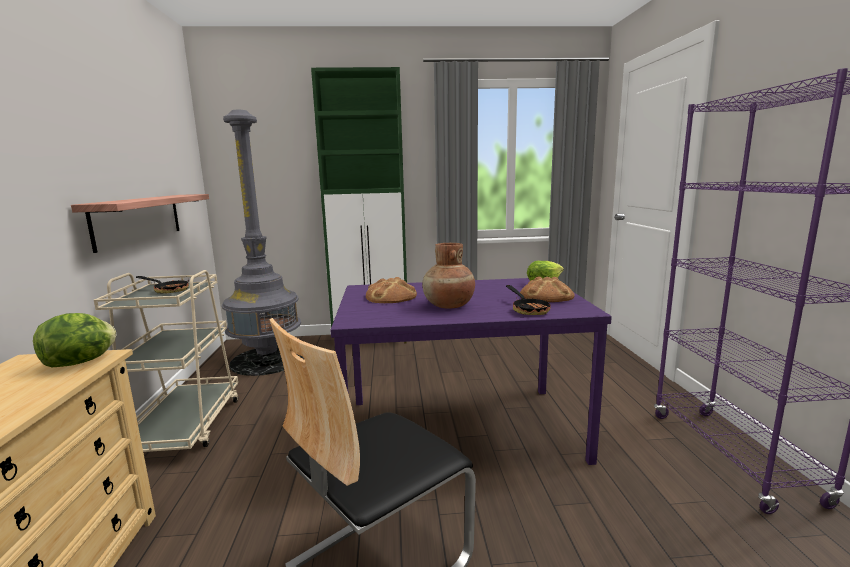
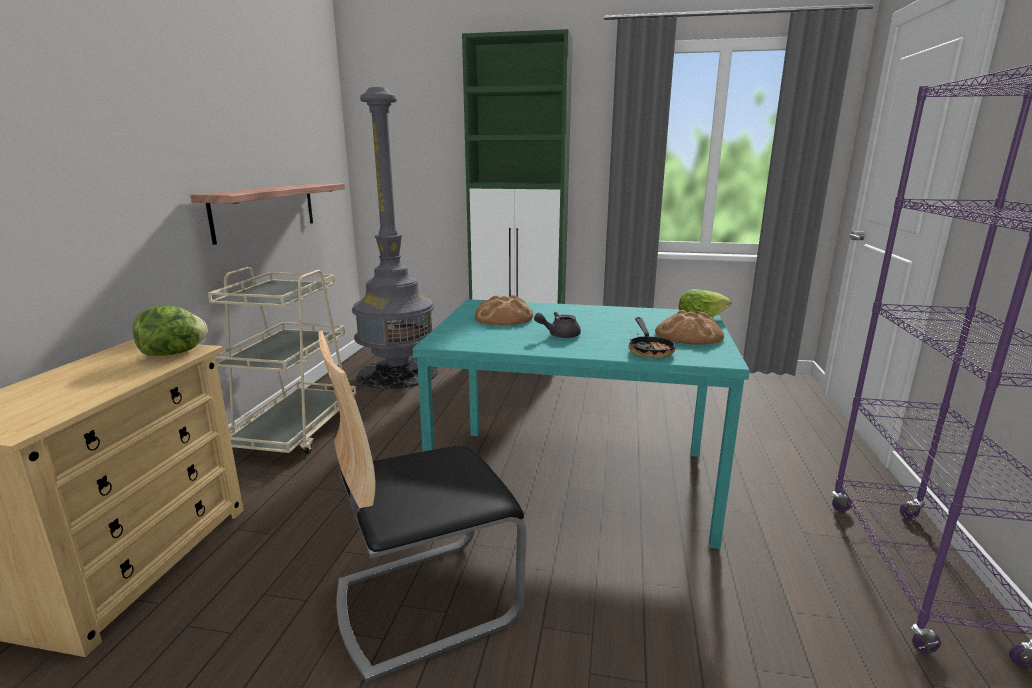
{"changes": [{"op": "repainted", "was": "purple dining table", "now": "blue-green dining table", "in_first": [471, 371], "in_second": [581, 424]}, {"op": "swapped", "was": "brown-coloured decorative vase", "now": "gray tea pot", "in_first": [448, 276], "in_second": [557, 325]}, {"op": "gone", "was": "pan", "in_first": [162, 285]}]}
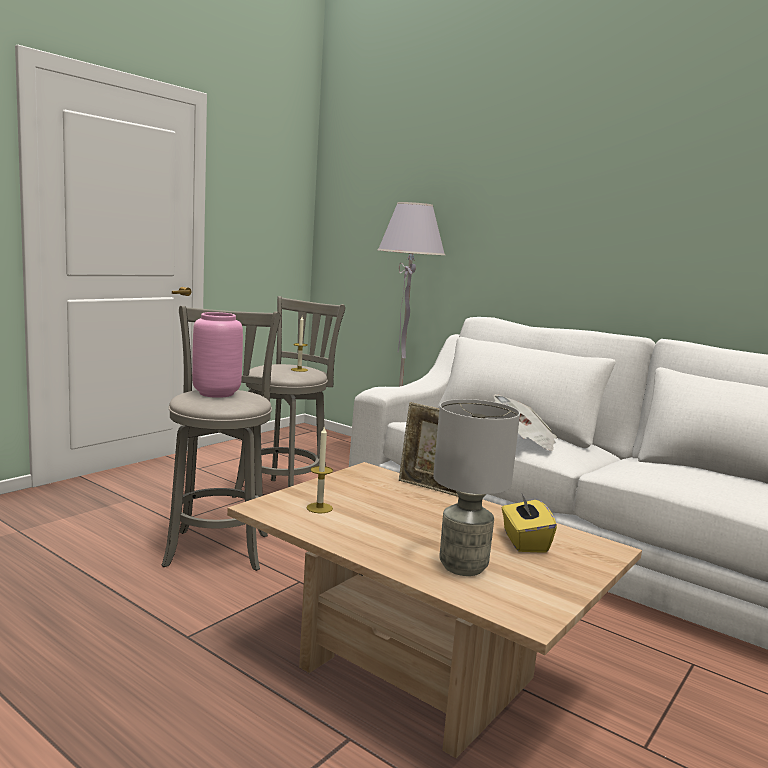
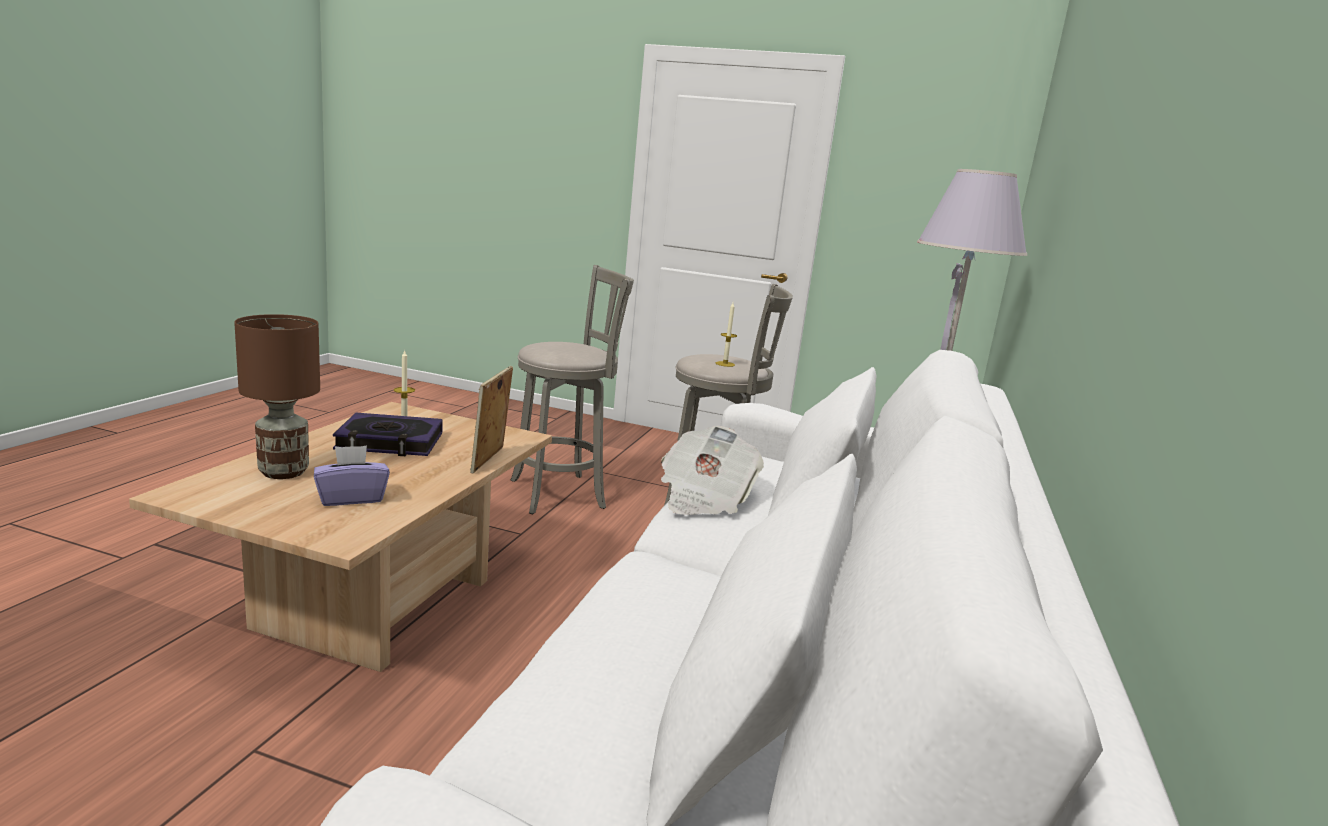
{"changes": [{"op": "repainted", "was": "gray table lamp", "now": "brown-coloured table lamp", "in_first": [476, 487], "in_second": [277, 396]}, {"op": "repainted", "was": "yellow tissue box", "now": "purple tissue box", "in_first": [529, 523], "in_second": [352, 476]}, {"op": "new", "now": "bound book", "in_second": [388, 434]}, {"op": "gone", "was": "pink-coloured decorative vase", "in_first": [217, 355]}]}
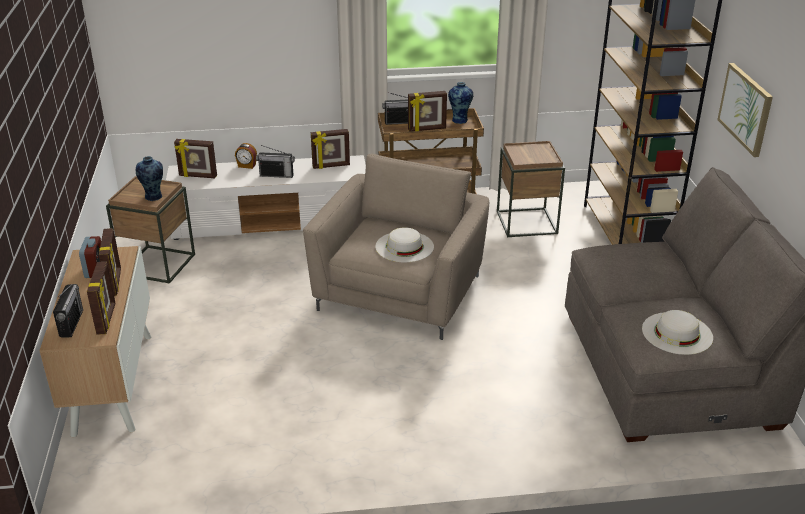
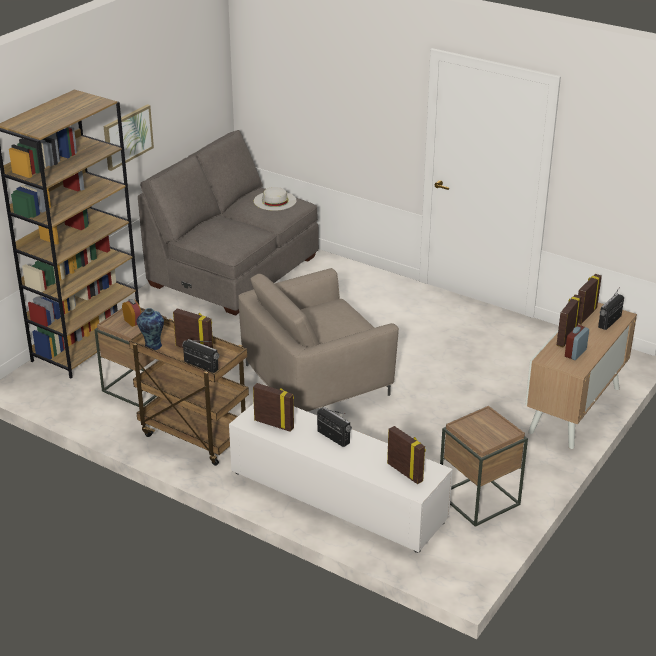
{"changes": [{"op": "shifted", "was": "table clock", "in_first": [246, 156], "in_second": [131, 313]}, {"op": "gone", "was": "decorative vase", "in_first": [149, 178]}, {"op": "gone", "was": "white-coloured wearable hat", "in_first": [404, 244]}]}
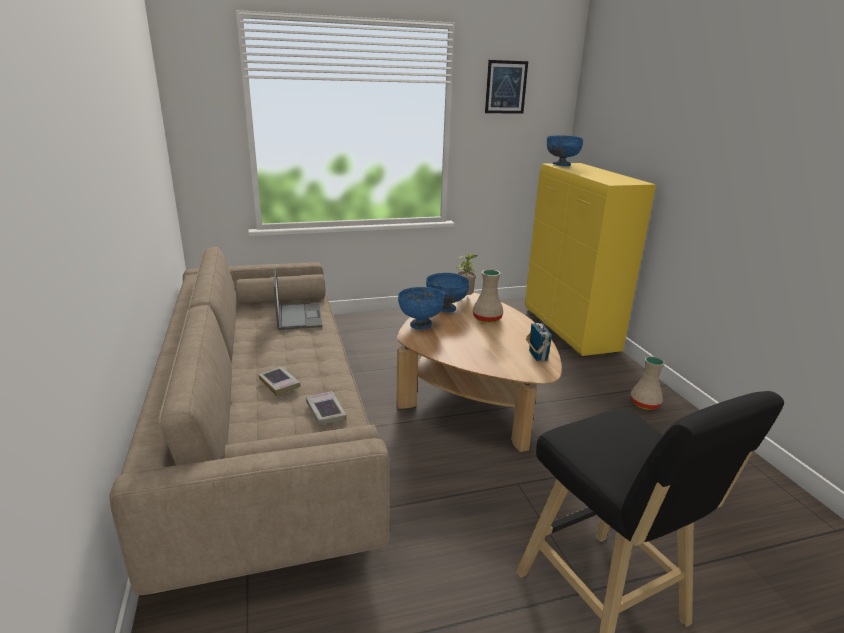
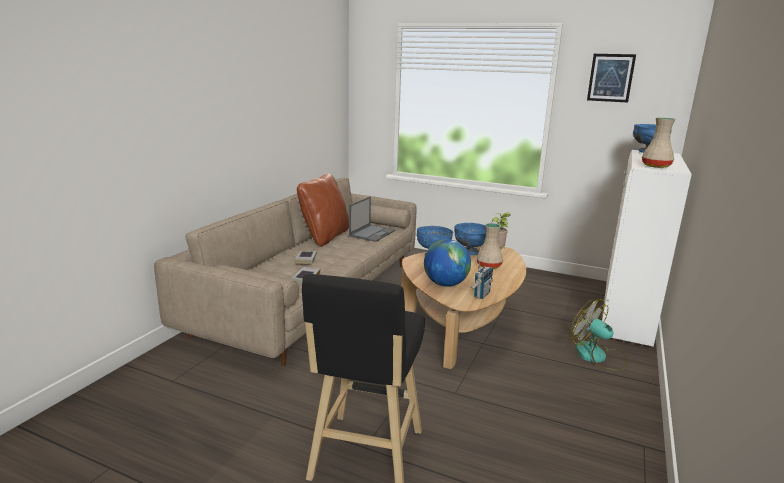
{"changes": [{"op": "new", "now": "brown-coloured throw pillow", "in_second": [323, 210]}, {"op": "new", "now": "world globe", "in_second": [447, 263]}, {"op": "new", "now": "electric fan", "in_second": [598, 335]}, {"op": "repainted", "was": "yellow storage cabinet", "now": "white-coloured storage cabinet", "in_first": [590, 260], "in_second": [647, 248]}, {"op": "shifted", "was": "sand-coloured decorative vase", "in_first": [648, 383], "in_second": [659, 143]}]}
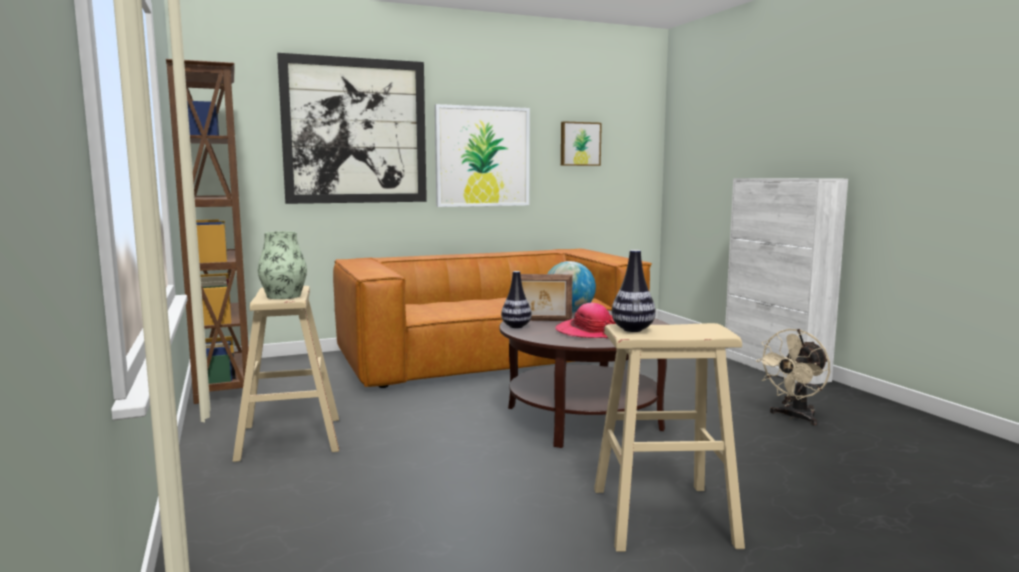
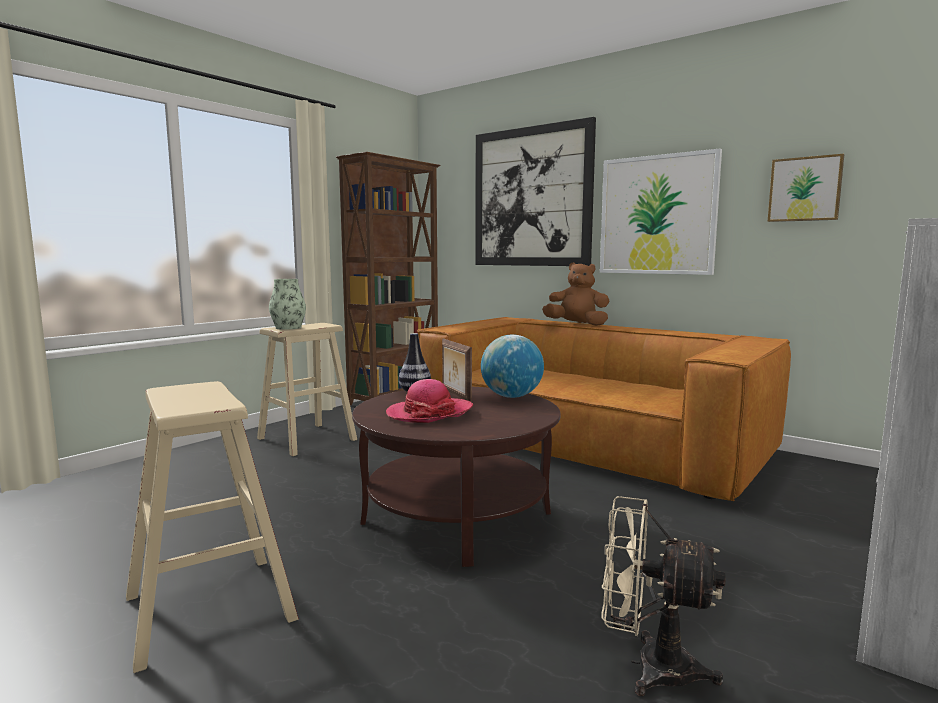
{"changes": [{"op": "new", "now": "brown-coloured plush toy", "in_second": [575, 294]}, {"op": "gone", "was": "decorative vase", "in_first": [634, 291]}]}
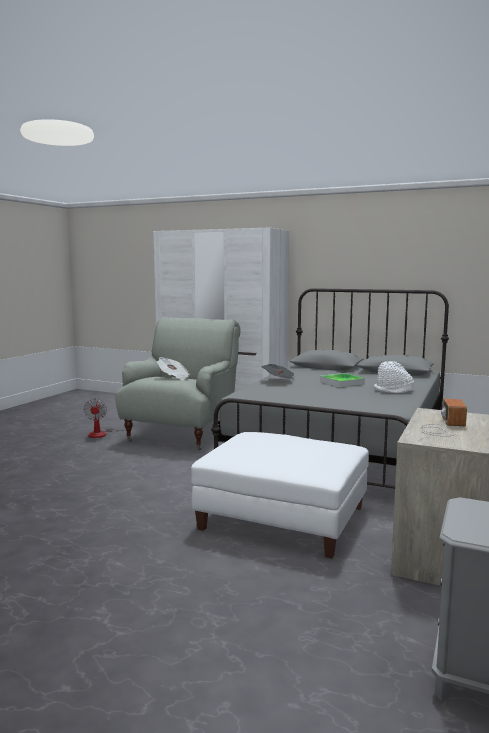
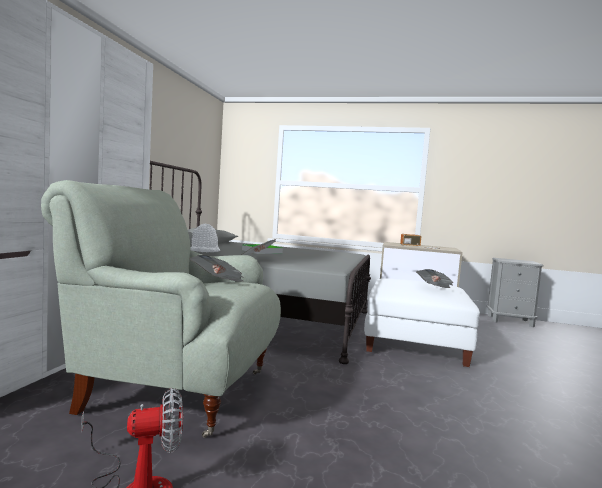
{"changes": [{"op": "shifted", "was": "white-coloured wearable hat", "in_first": [394, 377], "in_second": [205, 238]}, {"op": "new", "now": "daily paper", "in_second": [434, 278]}]}
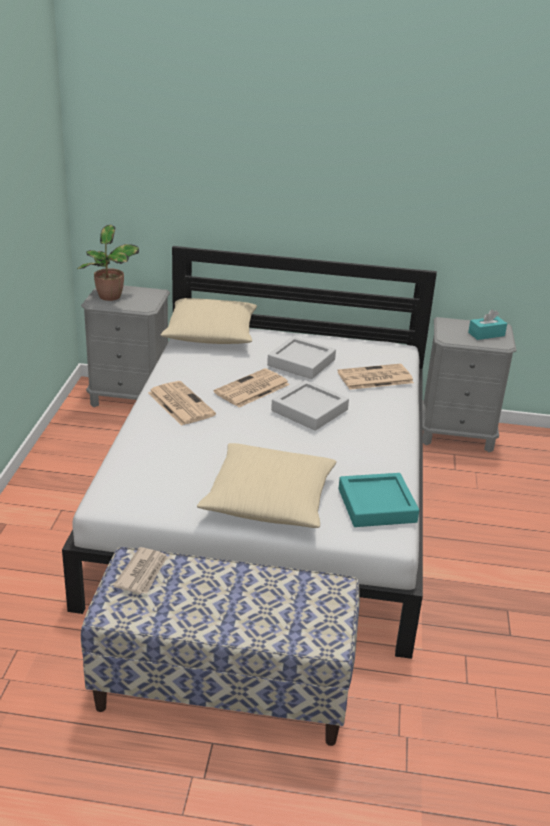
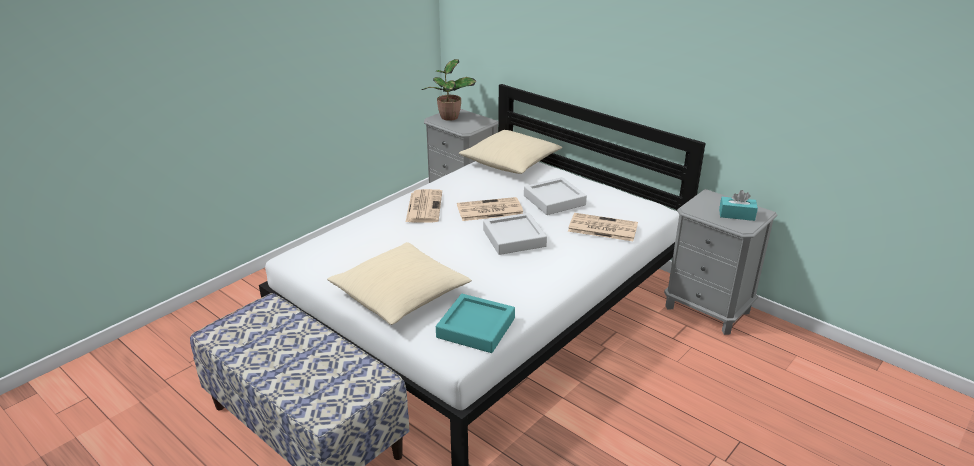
{"changes": [{"op": "gone", "was": "daily paper", "in_first": [140, 570]}]}
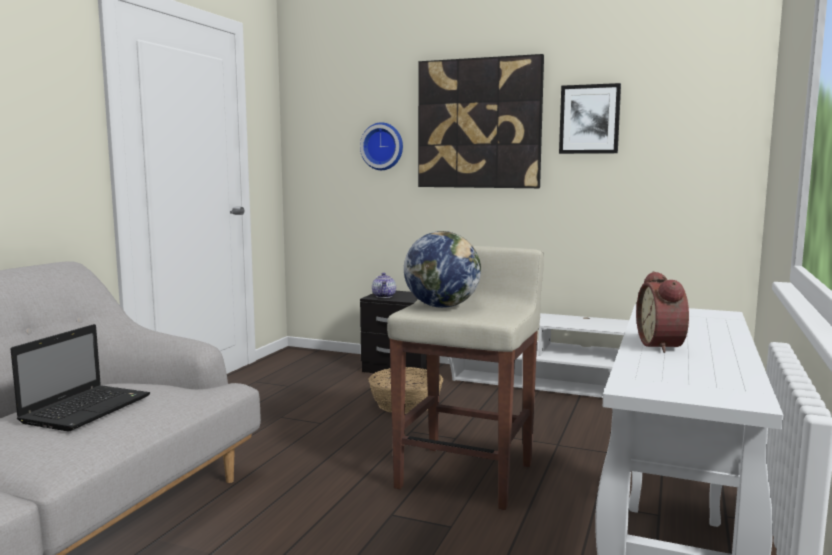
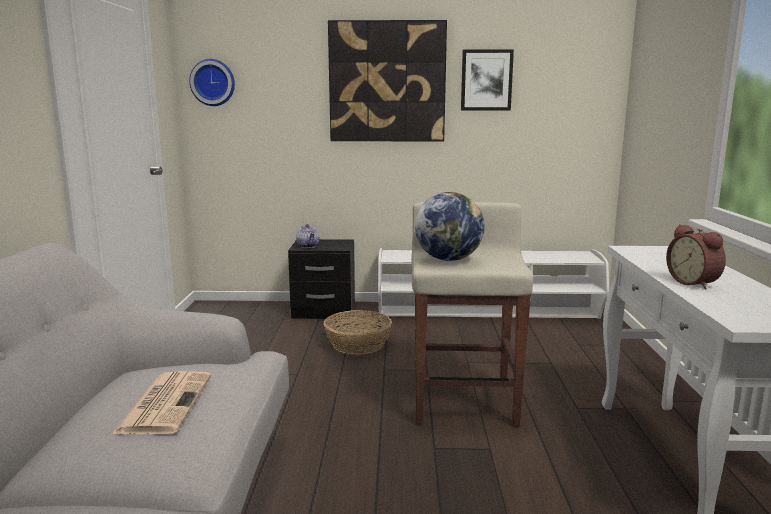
{"changes": [{"op": "swapped", "was": "notebook computer", "now": "daily paper", "in_first": [80, 377], "in_second": [161, 402]}, {"op": "shifted", "was": "clock on the wall", "in_first": [381, 146], "in_second": [212, 82]}]}
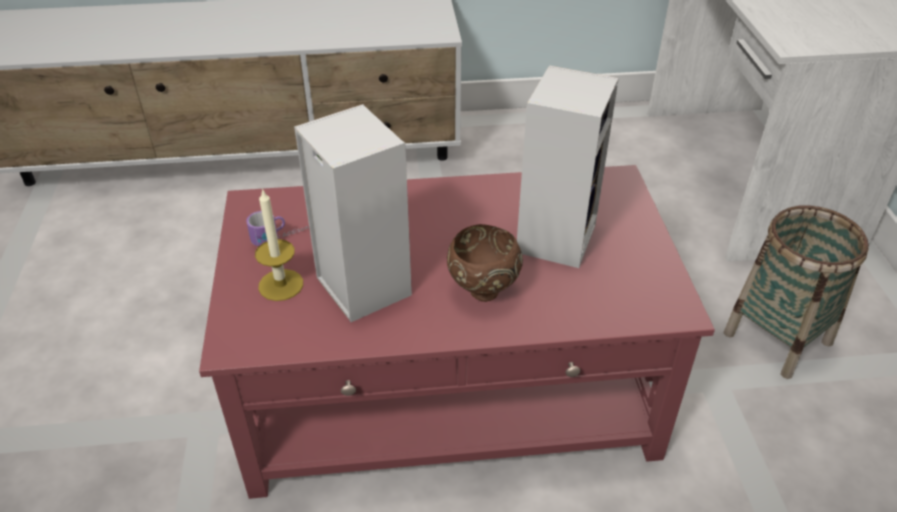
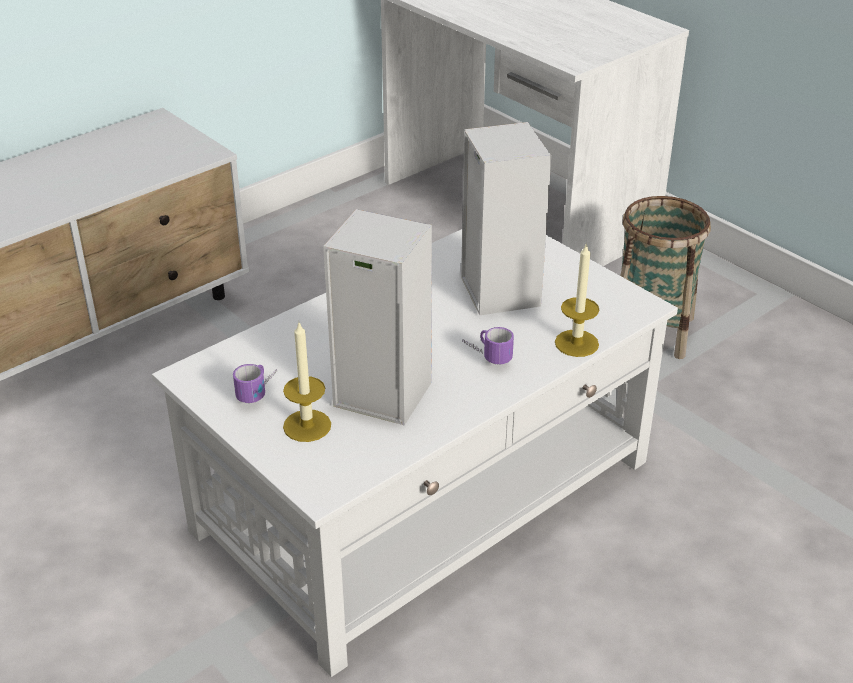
{"changes": [{"op": "repainted", "was": "reddish coffee table", "now": "white-coloured coffee table", "in_first": [457, 332], "in_second": [415, 453]}, {"op": "swapped", "was": "brown-coloured bowl", "now": "mug", "in_first": [485, 263], "in_second": [488, 346]}, {"op": "new", "now": "wax light", "in_second": [577, 299]}]}
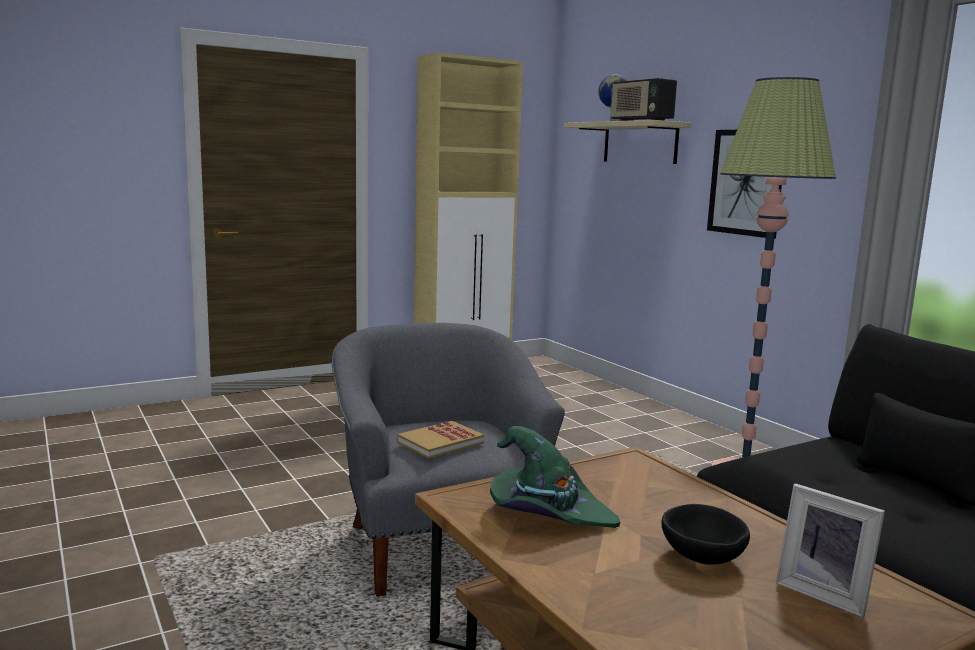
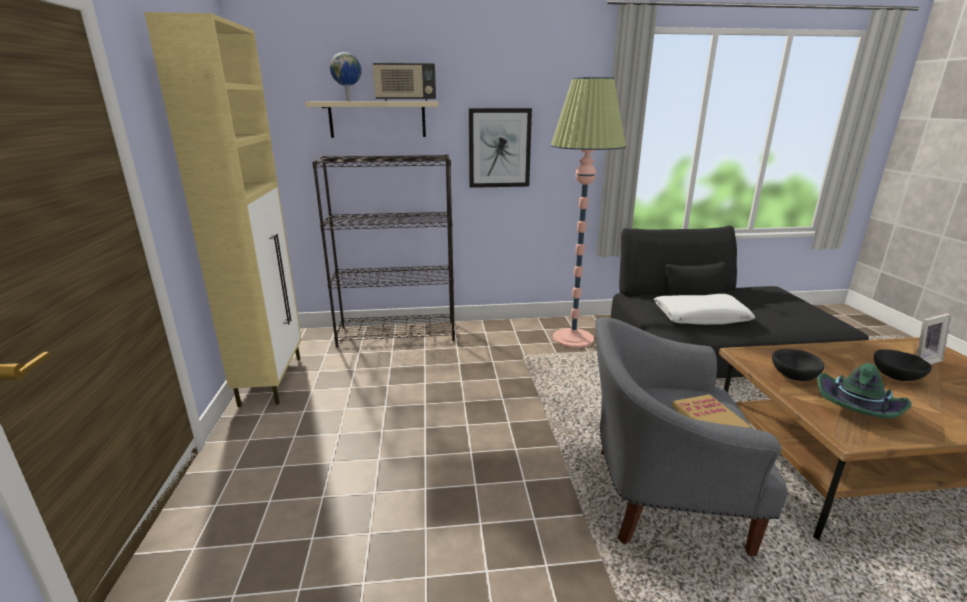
{"changes": [{"op": "new", "now": "black bookshelf", "in_second": [383, 250]}, {"op": "new", "now": "white-coloured throw pillow", "in_second": [704, 309]}, {"op": "new", "now": "black bowl", "in_second": [798, 365]}]}
